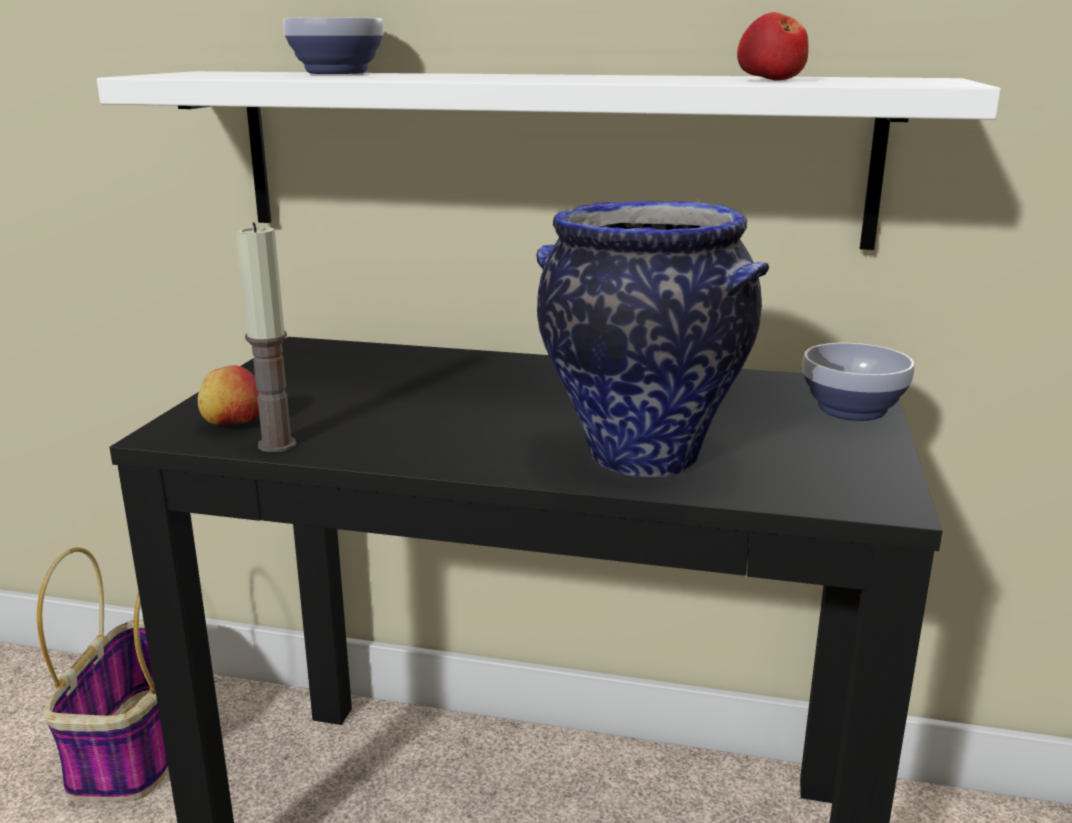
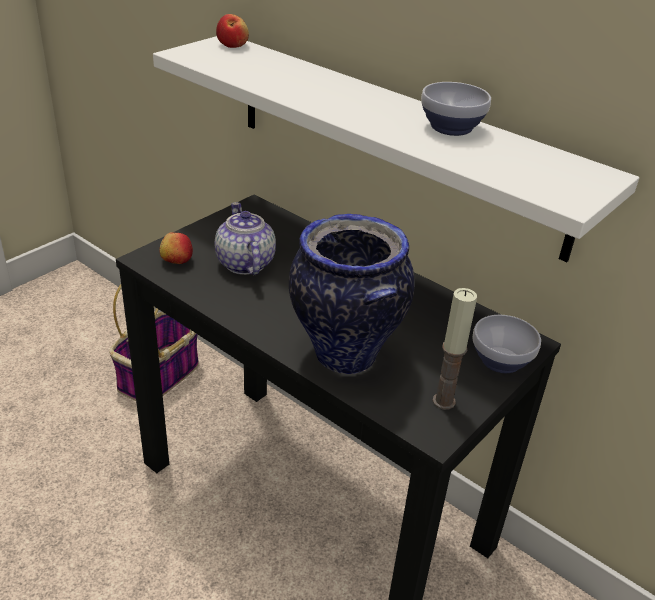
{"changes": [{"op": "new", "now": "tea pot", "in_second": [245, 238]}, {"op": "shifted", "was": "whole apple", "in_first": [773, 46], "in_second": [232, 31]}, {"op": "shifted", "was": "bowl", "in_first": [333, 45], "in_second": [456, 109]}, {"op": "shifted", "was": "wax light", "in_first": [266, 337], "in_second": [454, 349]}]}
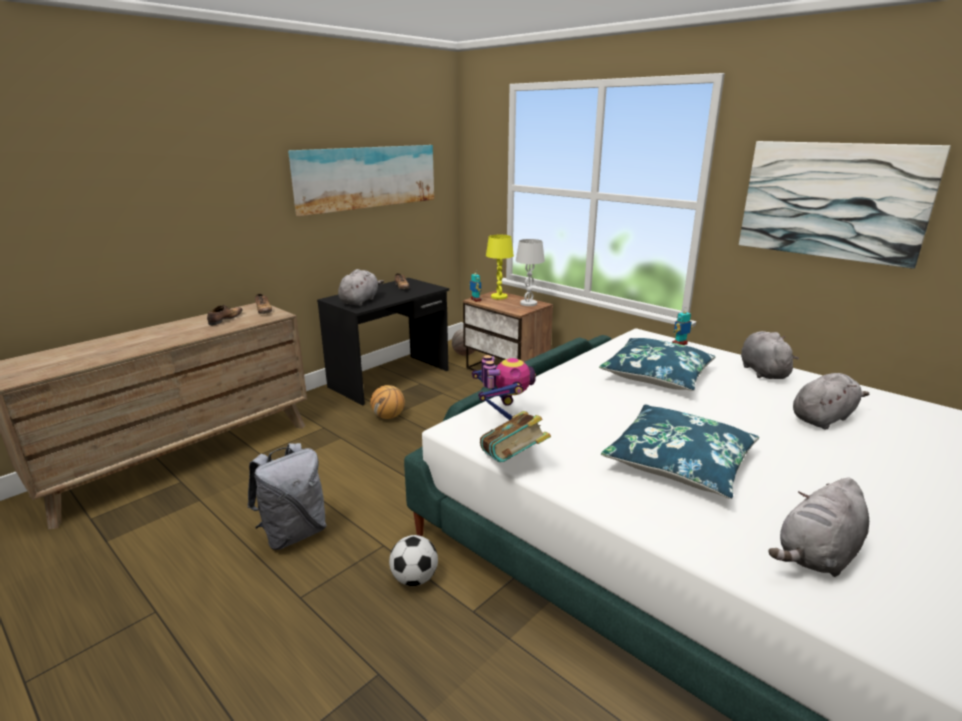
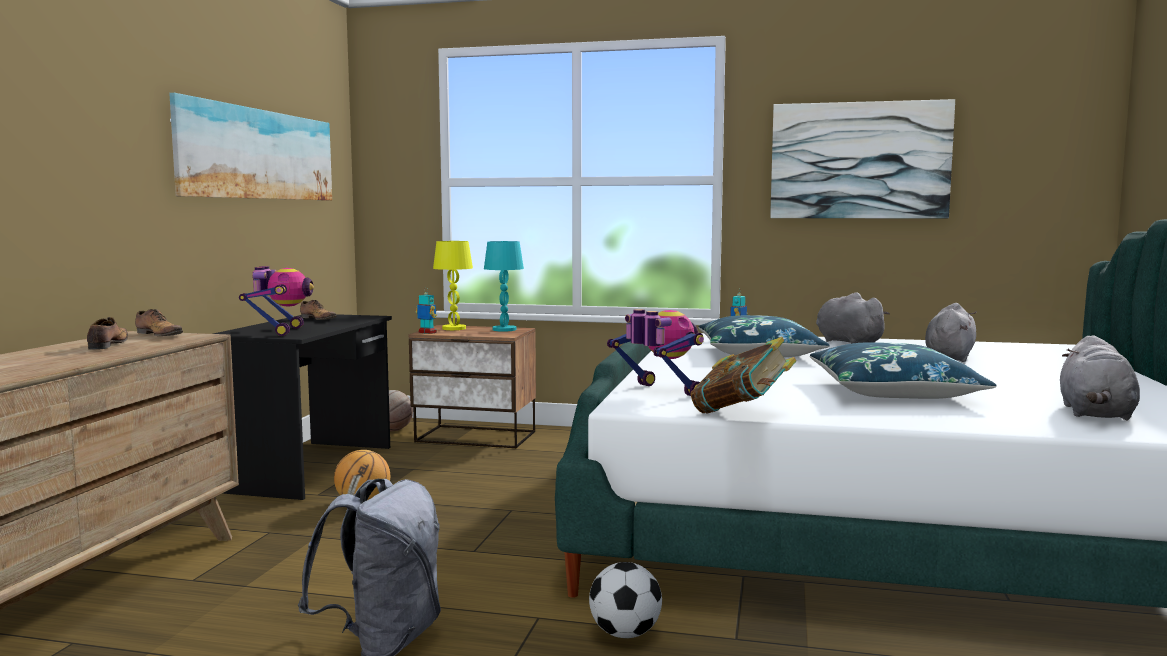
{"changes": [{"op": "swapped", "was": "gray plush toy", "now": "robot figure", "in_first": [361, 287], "in_second": [276, 301]}, {"op": "repainted", "was": "white-coloured table lamp", "now": "blue-green table lamp", "in_first": [530, 272], "in_second": [504, 286]}]}
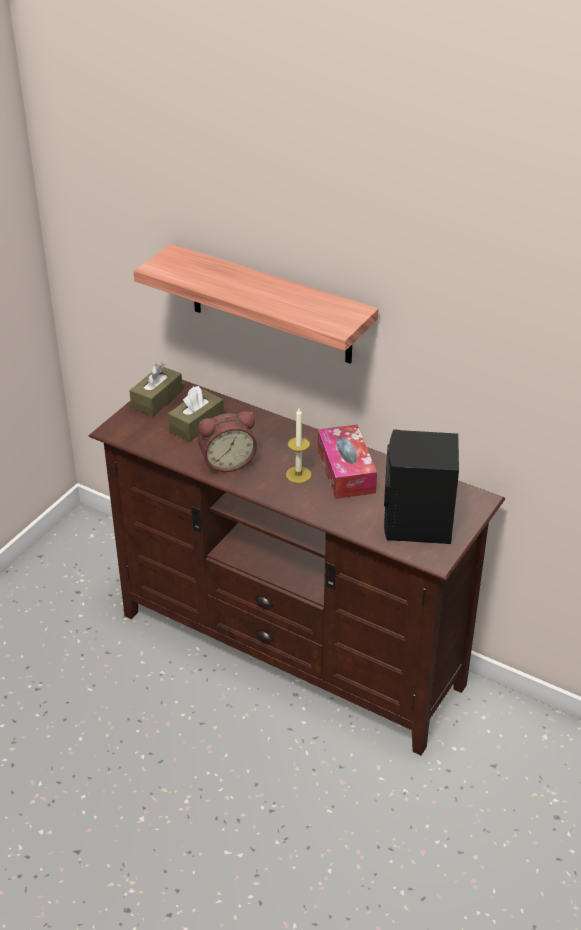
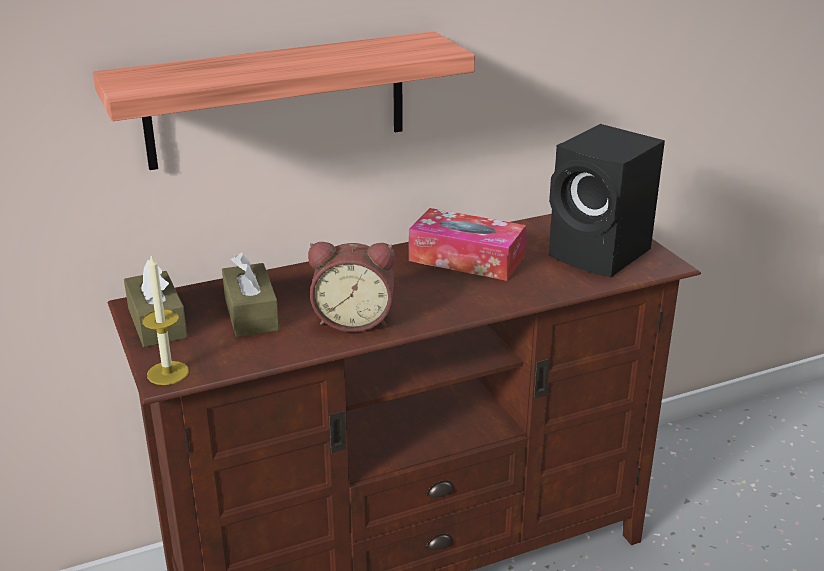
{"changes": [{"op": "shifted", "was": "wax light", "in_first": [299, 445], "in_second": [165, 319]}, {"op": "rotated", "was": "table clock", "in_first": [227, 441], "in_second": [351, 287], "clockwise": 75}]}
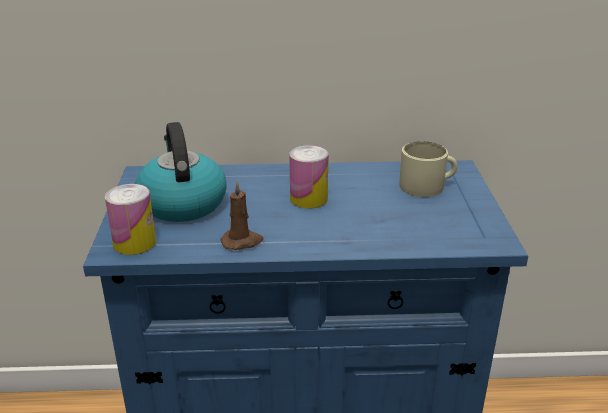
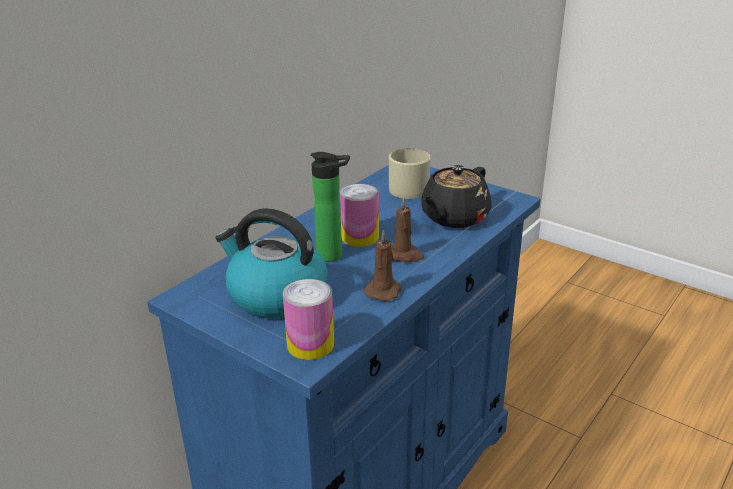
{"changes": [{"op": "new", "now": "beverage bottle", "in_second": [330, 207]}, {"op": "new", "now": "brown-coloured wax light", "in_second": [407, 229]}, {"op": "new", "now": "black tea pot", "in_second": [456, 196]}]}
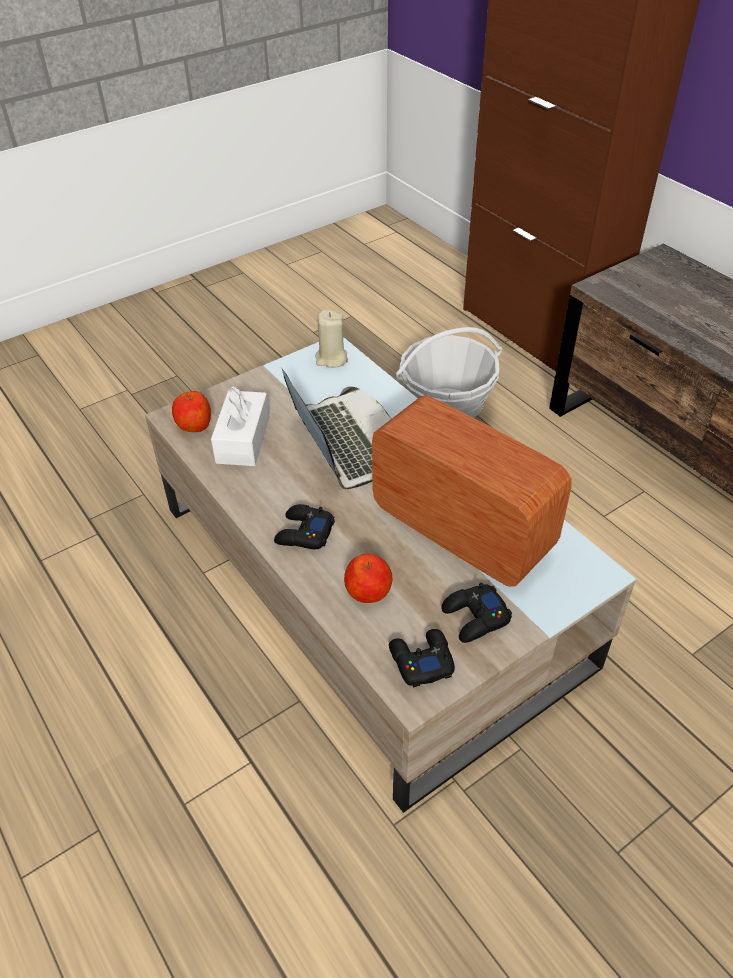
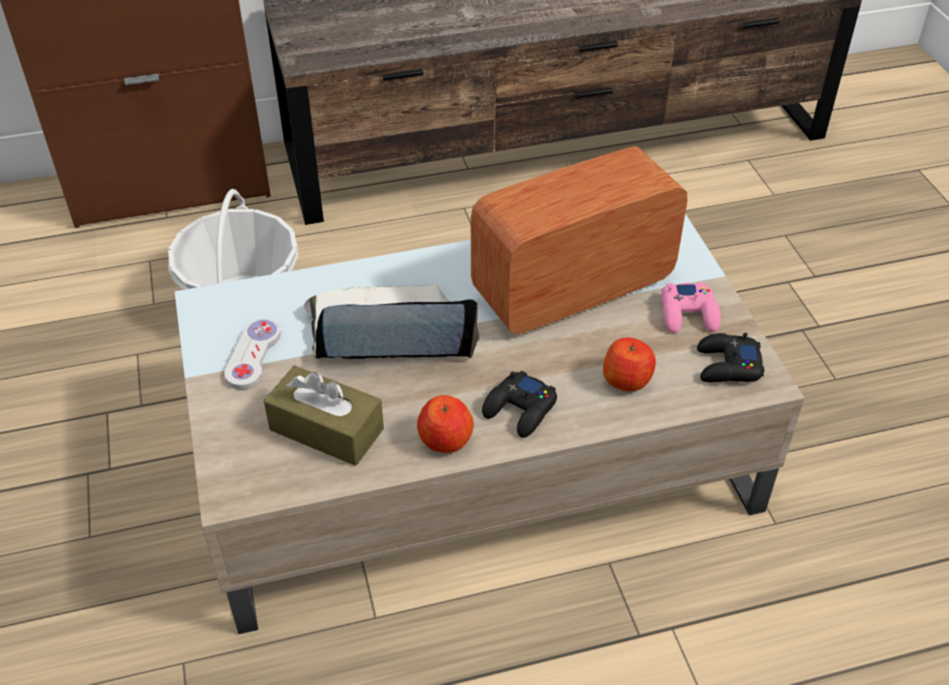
{"changes": [{"op": "new", "now": "white-coloured gamepad", "in_second": [252, 354]}, {"op": "repainted", "was": "white-coloured tissue box", "now": "brown-coloured tissue box", "in_first": [240, 426], "in_second": [324, 416]}, {"op": "shifted", "was": "whole apple", "in_first": [191, 411], "in_second": [445, 424]}, {"op": "repainted", "was": "black gamepad", "now": "pink-coloured gamepad", "in_first": [476, 613], "in_second": [691, 308]}, {"op": "gone", "was": "sand-coloured wax light", "in_first": [331, 339]}]}
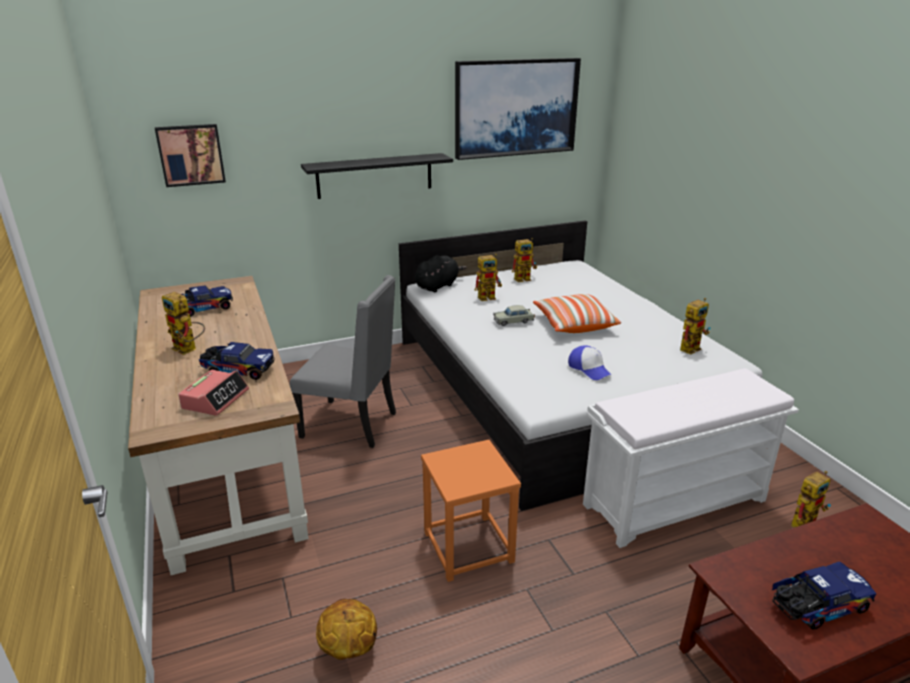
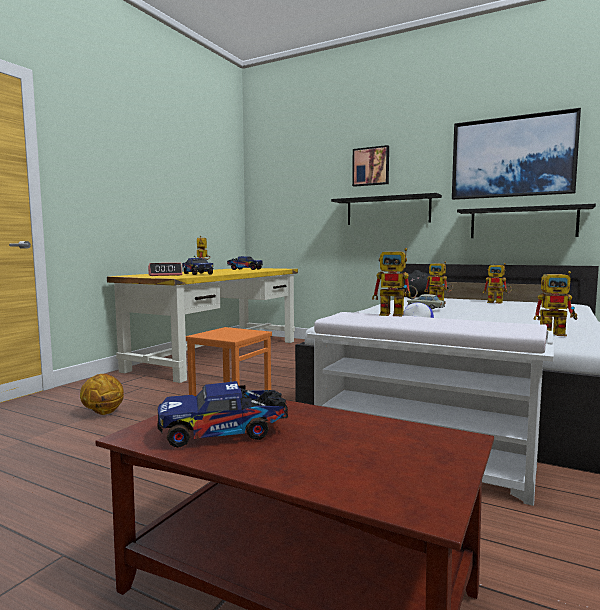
{"changes": [{"op": "repainted", "was": "brown-coloured desk table", "now": "yellow desk table", "in_first": [218, 425], "in_second": [202, 325]}, {"op": "rotated", "was": "toy truck", "in_first": [824, 595], "in_second": [223, 414], "clockwise": 135}, {"op": "shifted", "was": "wall art", "in_first": [190, 155], "in_second": [370, 166]}, {"op": "shifted", "was": "robot figure", "in_first": [811, 499], "in_second": [395, 282]}, {"op": "new", "now": "black wall shelf", "in_second": [526, 221]}, {"op": "gone", "was": "gray chair", "in_first": [343, 361]}, {"op": "gone", "was": "throw pillow", "in_first": [577, 313]}]}
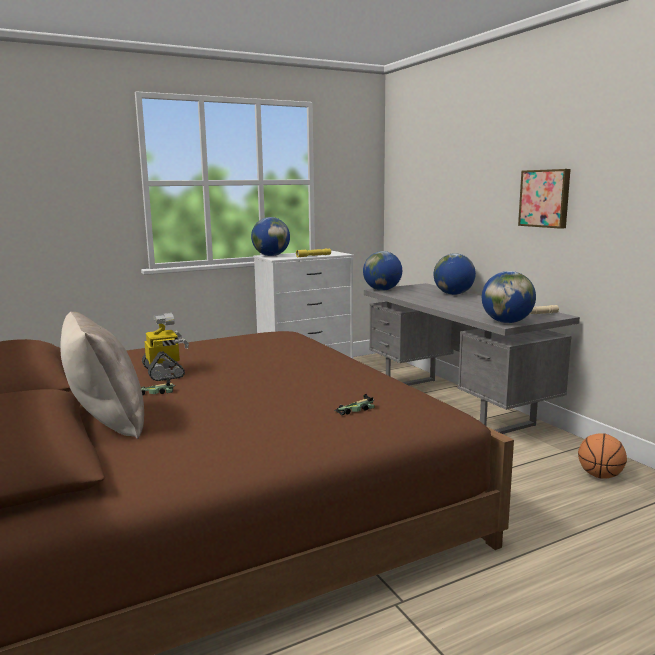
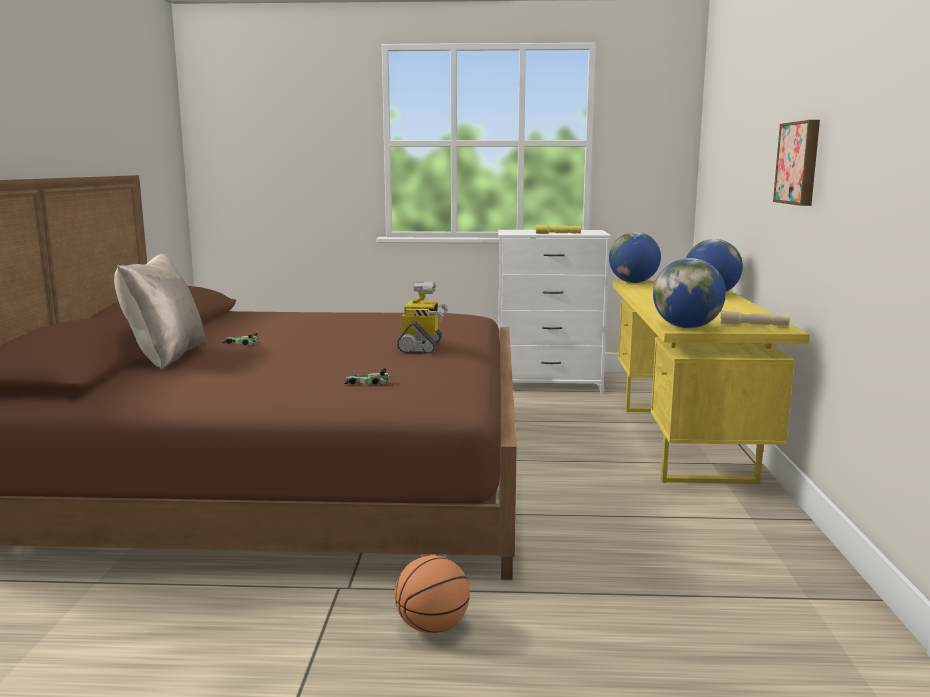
{"changes": [{"op": "shifted", "was": "basketball ball", "in_first": [602, 456], "in_second": [432, 594]}, {"op": "shifted", "was": "robot figure", "in_first": [165, 347], "in_second": [422, 317]}, {"op": "repainted", "was": "gray desk table", "now": "yellow desk table", "in_first": [472, 358], "in_second": [711, 382]}, {"op": "gone", "was": "world globe", "in_first": [270, 236]}]}
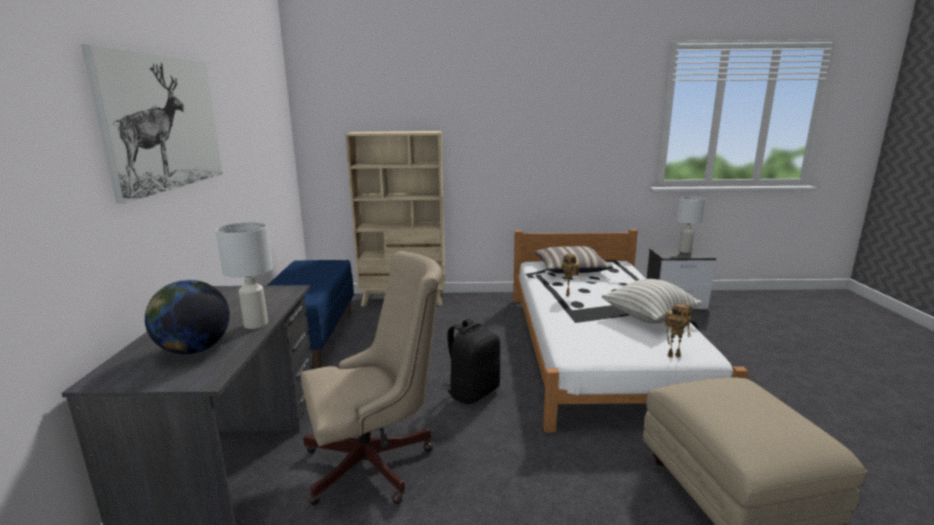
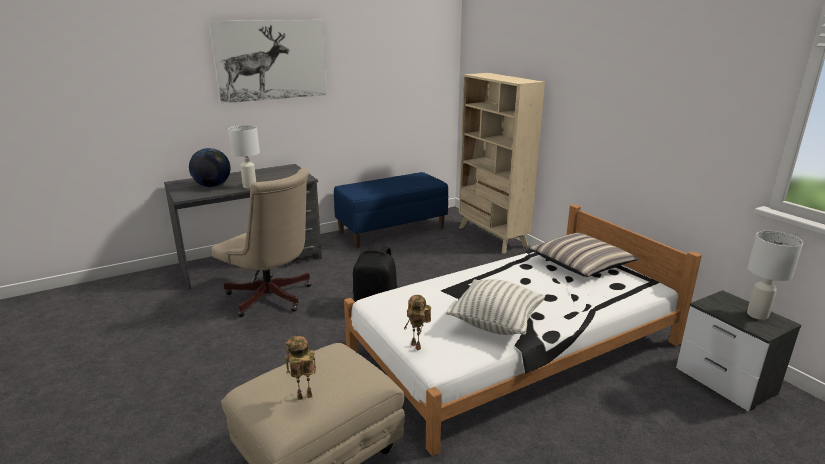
{"changes": [{"op": "shifted", "was": "robot figure", "in_first": [571, 275], "in_second": [299, 368]}]}
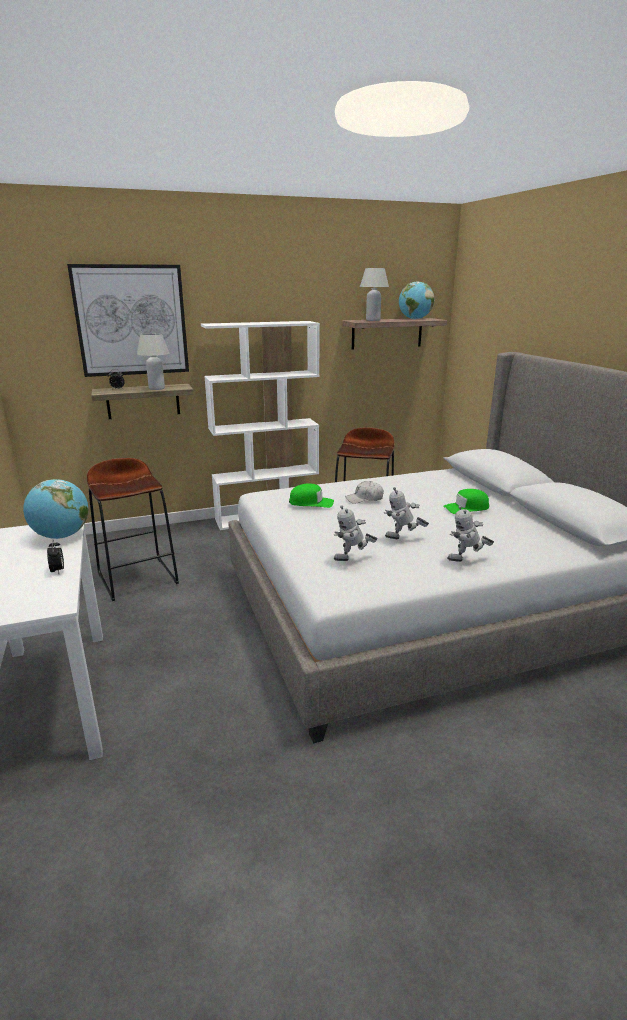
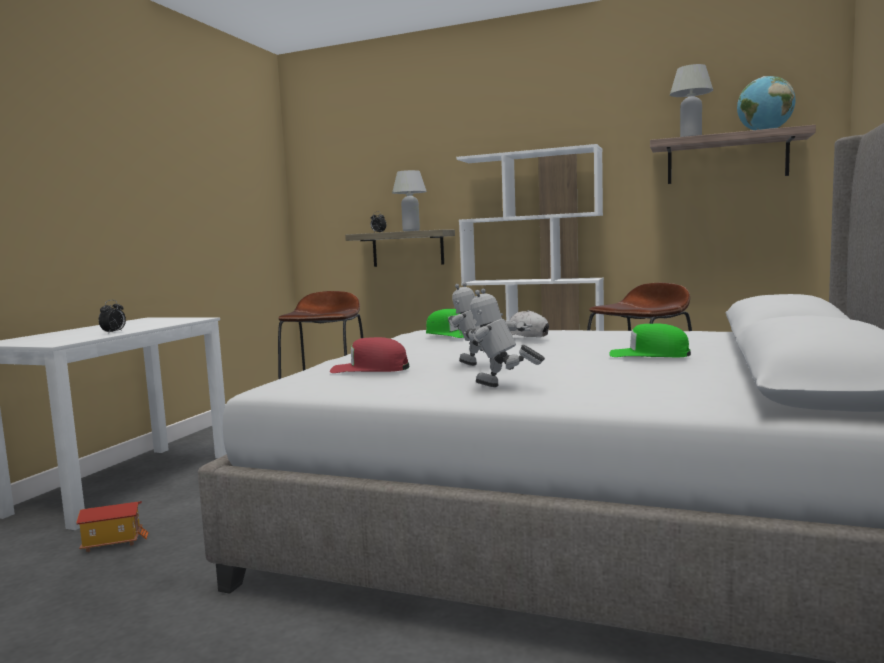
{"changes": [{"op": "new", "now": "toy house", "in_second": [112, 526]}, {"op": "swapped", "was": "robot figure", "now": "reddish baseball cap", "in_first": [356, 533], "in_second": [369, 355]}, {"op": "gone", "was": "world globe", "in_first": [56, 509]}, {"op": "gone", "was": "wall art", "in_first": [128, 320]}]}
